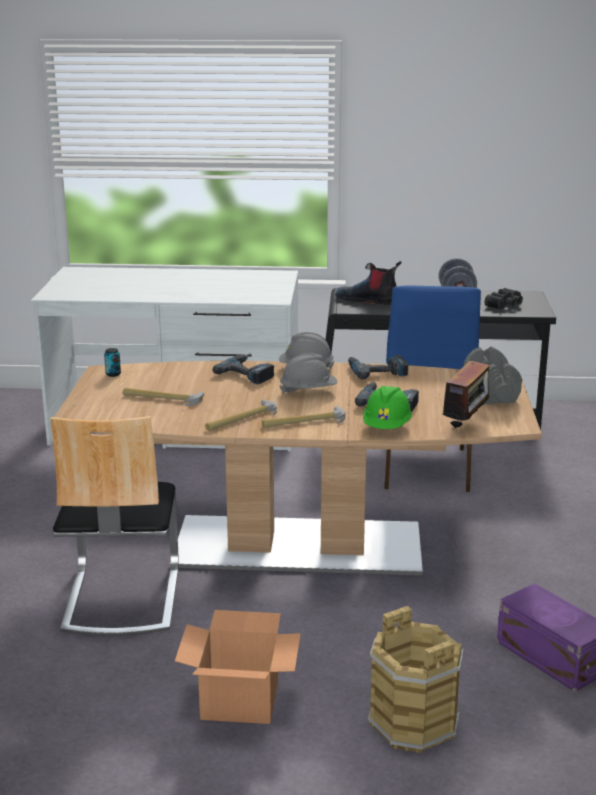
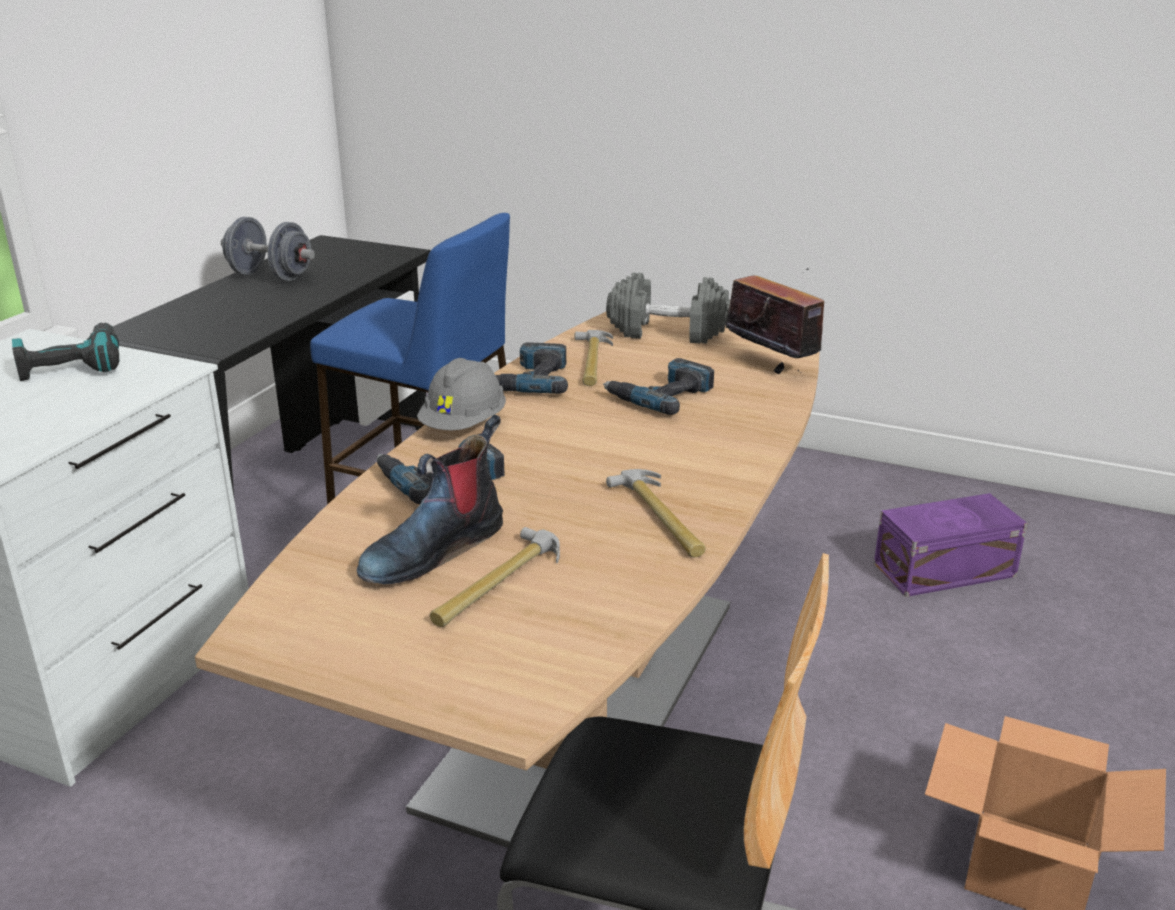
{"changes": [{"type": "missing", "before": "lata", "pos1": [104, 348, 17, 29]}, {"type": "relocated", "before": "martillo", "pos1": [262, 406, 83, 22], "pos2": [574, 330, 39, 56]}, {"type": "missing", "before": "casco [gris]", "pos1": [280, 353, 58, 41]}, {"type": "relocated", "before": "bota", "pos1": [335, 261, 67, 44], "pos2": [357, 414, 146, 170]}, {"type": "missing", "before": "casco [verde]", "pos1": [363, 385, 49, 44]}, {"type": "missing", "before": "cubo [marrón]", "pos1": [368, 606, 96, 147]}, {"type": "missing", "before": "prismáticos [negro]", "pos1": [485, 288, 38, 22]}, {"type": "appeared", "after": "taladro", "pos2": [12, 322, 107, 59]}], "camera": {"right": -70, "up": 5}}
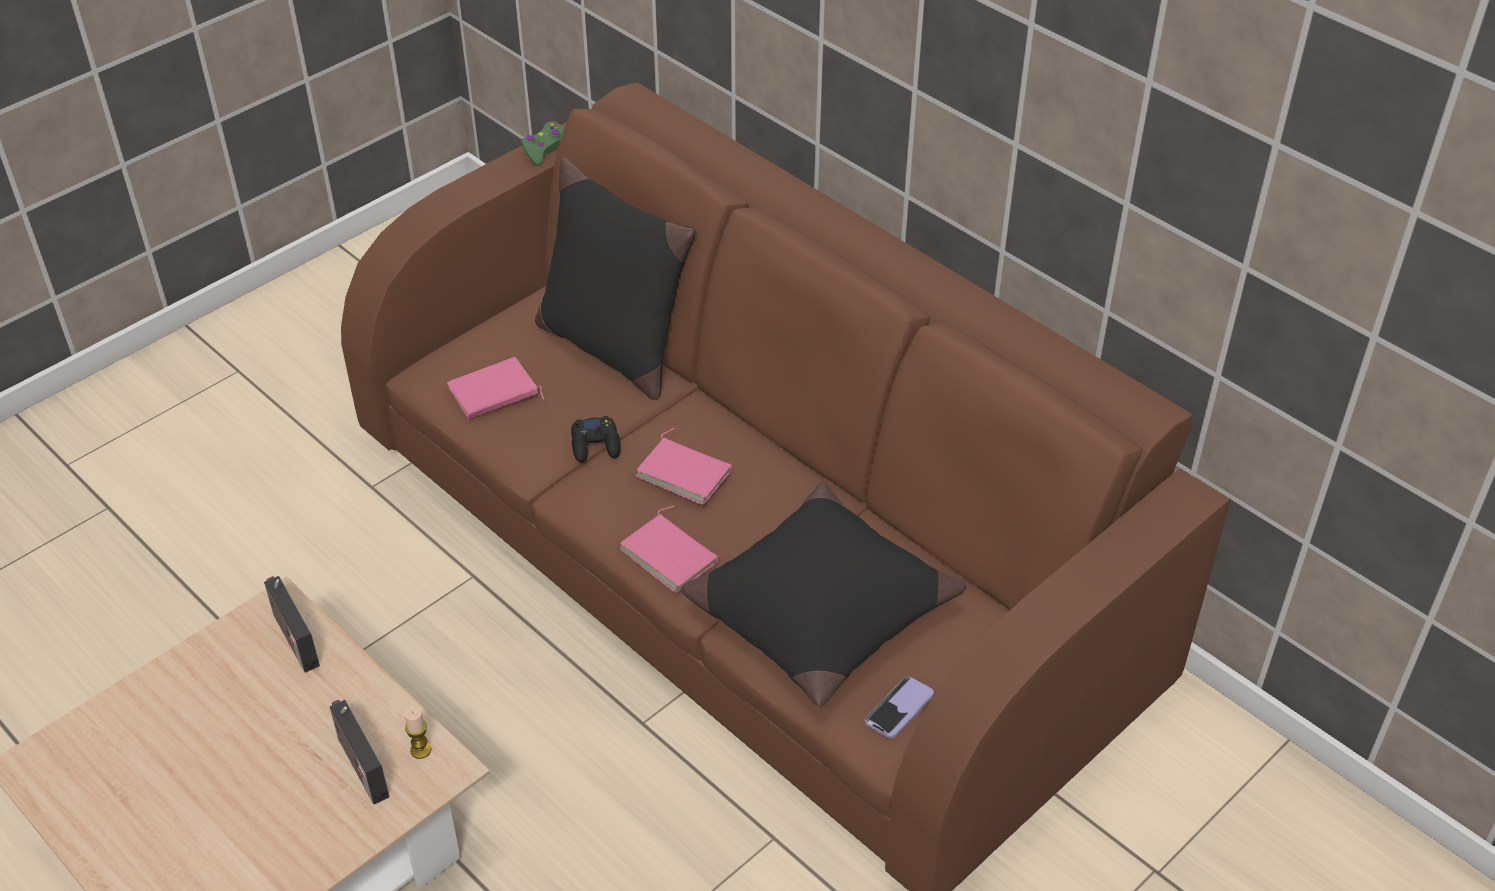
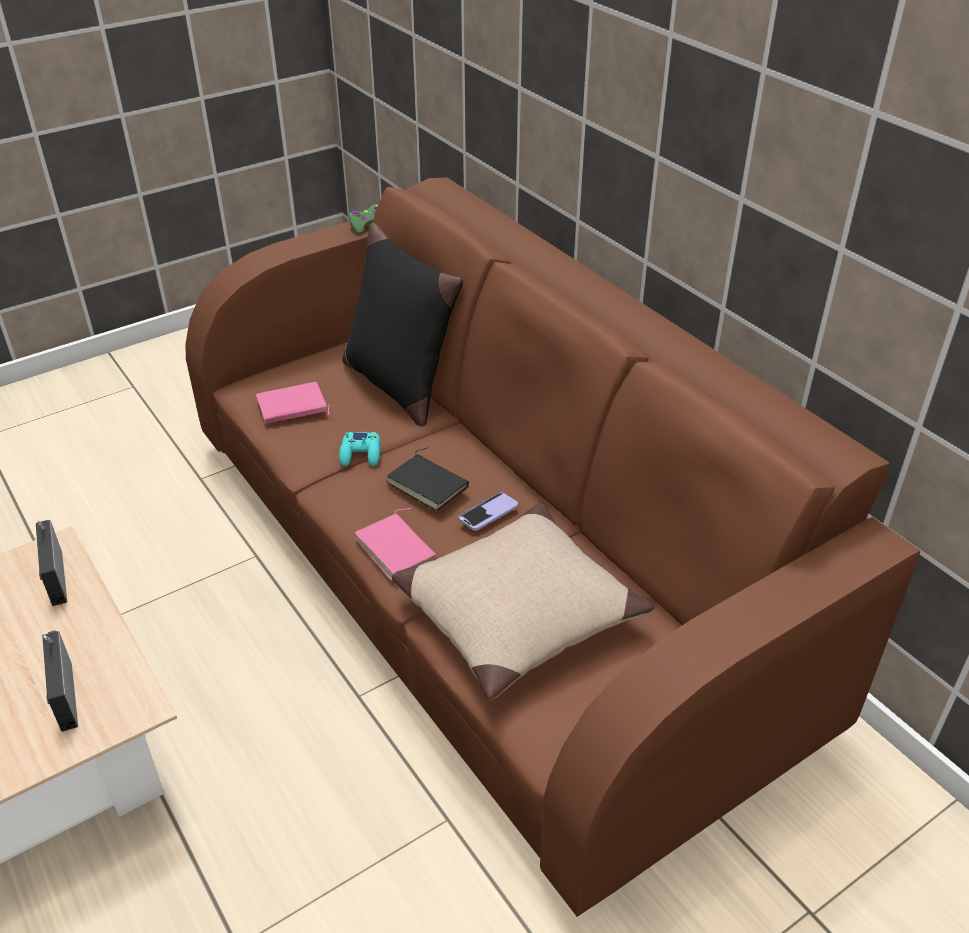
{"changes": [{"type": "missing", "before": "vela", "pos1": [404, 706, 28, 53]}, {"type": "colour", "before": "mando de consola [negro]", "after": "mando de consola [turquesa]", "pos1": [571, 416, 50, 47], "pos2": [339, 432, 41, 34]}, {"type": "colour", "before": "libro [rosa]", "after": "libro [negro]", "pos1": [636, 428, 96, 77], "pos2": [386, 448, 83, 63]}, {"type": "colour", "before": "cojín [negro]", "after": "cojín [beis]", "pos1": [681, 483, 286, 224], "pos2": [392, 503, 262, 197]}, {"type": "relocated", "before": "móvil", "pos1": [865, 677, 69, 61], "pos2": [459, 492, 59, 39]}], "camera": {"right": 10, "up": -5}}
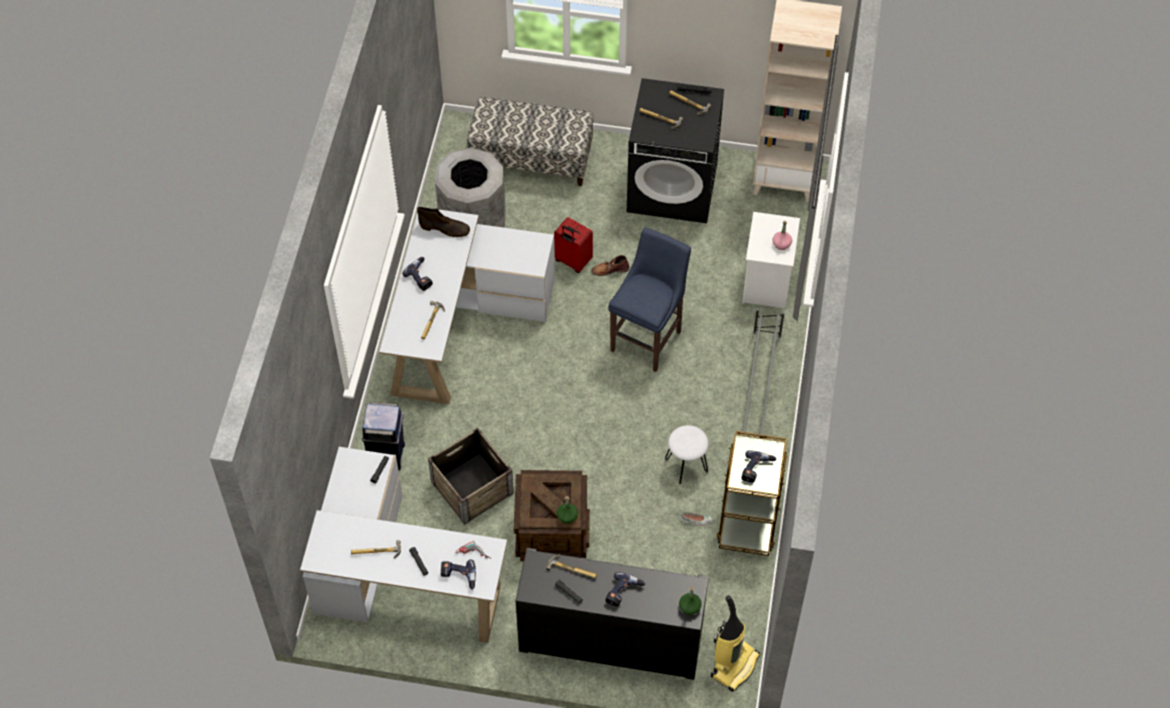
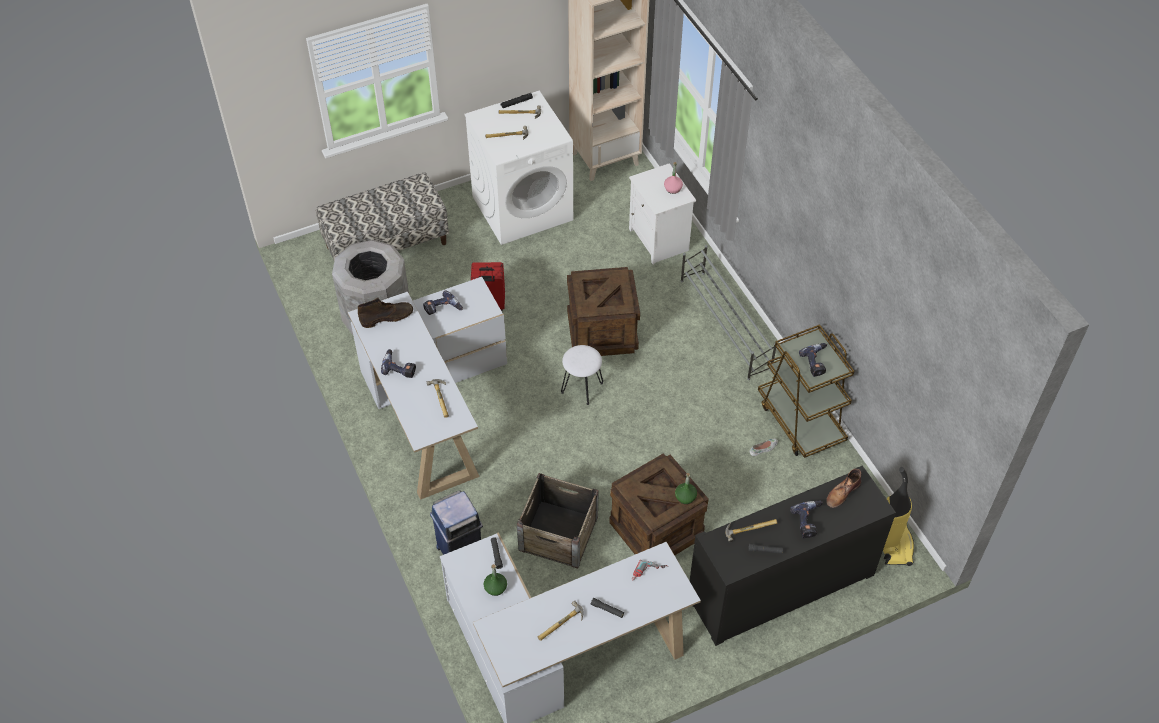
{"changes": [{"type": "relocated", "before": "taladro", "pos1": [441, 560, 35, 30], "pos2": [423, 291, 40, 24]}, {"type": "relocated", "before": "bota [marrón]", "pos1": [591, 255, 38, 21], "pos2": [826, 469, 35, 39]}, {"type": "exchanged", "before": "taburete [azul]", "after": "caja de embalaje", "pos1": [608, 227, 83, 145], "pos2": [567, 267, 73, 89]}, {"type": "colour", "before": "lavadora [negro]", "after": "lavadora [blanco]", "pos1": [627, 78, 97, 145], "pos2": [465, 91, 108, 154]}, {"type": "relocated", "before": "taburete [blanco]", "pos1": [665, 425, 44, 59], "pos2": [561, 345, 42, 60]}, {"type": "relocated", "before": "botella [verde]", "pos1": [679, 587, 23, 28], "pos2": [484, 564, 23, 32]}], "camera": {"right": -35, "up": -5}}
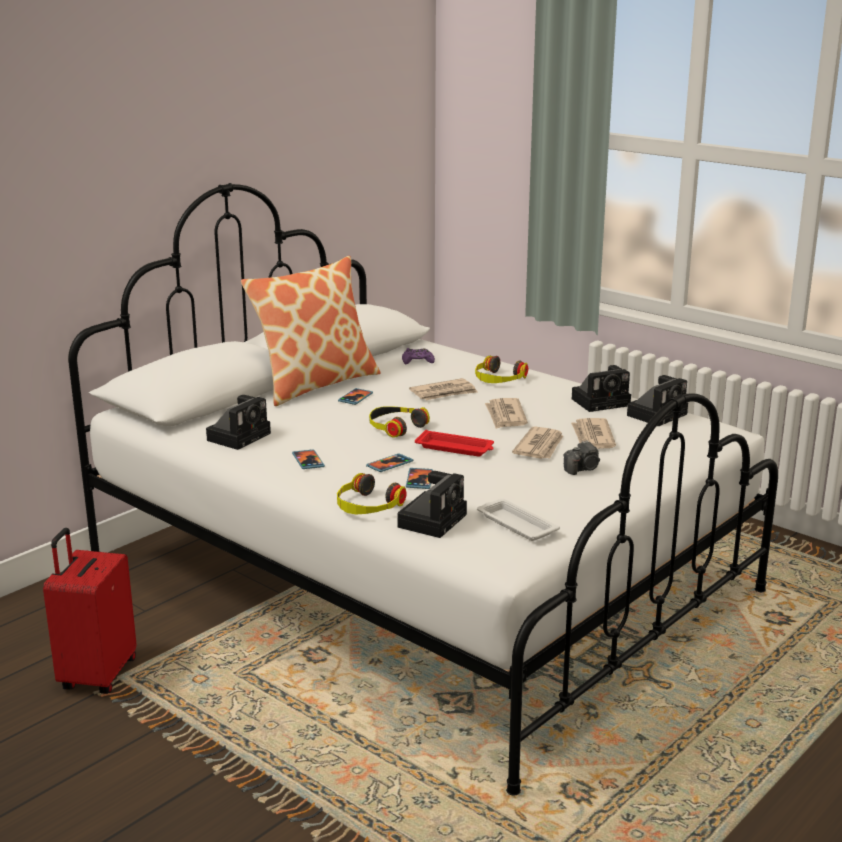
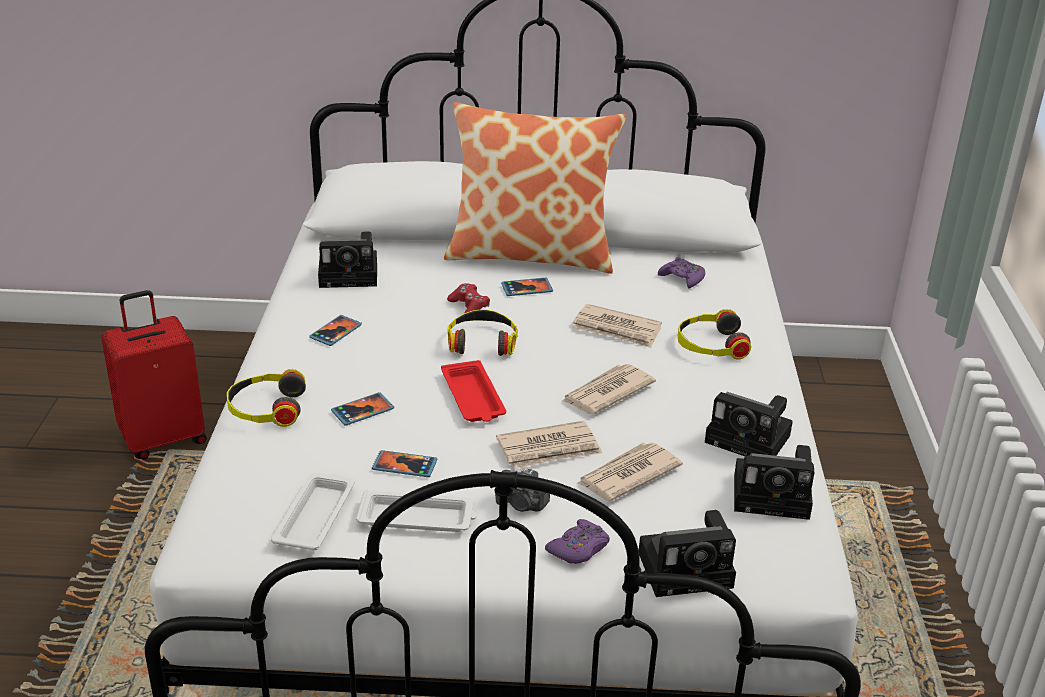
{"changes": [{"type": "relocated", "before": "móvil", "pos1": [366, 454, 47, 18], "pos2": [372, 450, 65, 27]}, {"type": "relocated", "before": "cámara", "pos1": [397, 471, 70, 67], "pos2": [639, 510, 97, 87]}, {"type": "appeared", "after": "bandeja [blanco]", "pos2": [356, 490, 121, 42]}, {"type": "appeared", "after": "mando de consola [rojo]", "pos2": [447, 283, 43, 30]}, {"type": "appeared", "after": "mando de consola [morado]", "pos2": [545, 519, 65, 45]}], "camera": {"right": 50, "up": 10}}
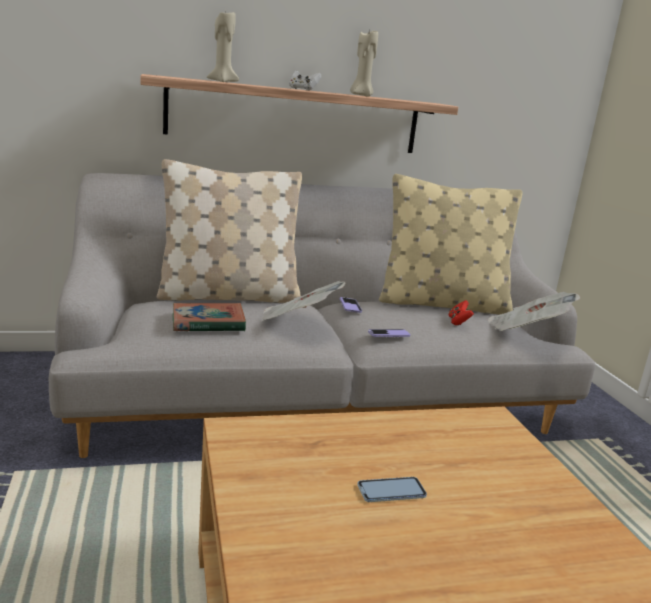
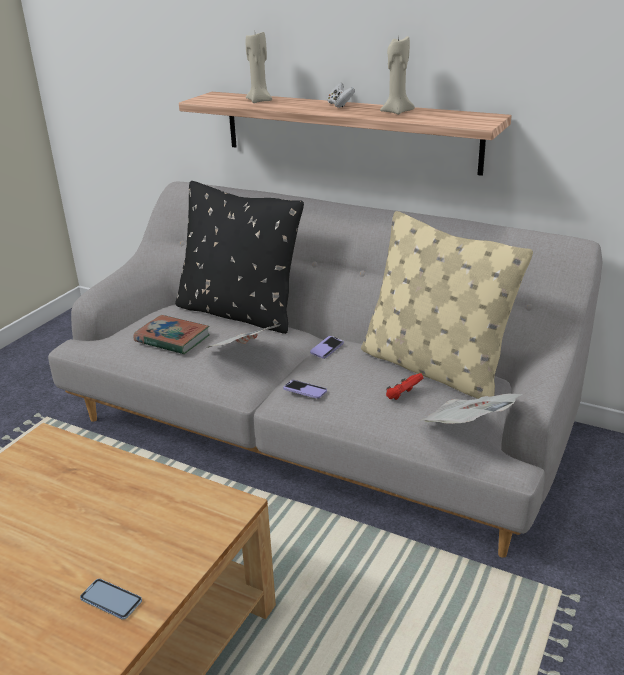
{"changes": [{"type": "colour", "before": "cojín [beis]", "after": "cojín [negro]", "pos1": [157, 159, 145, 144], "pos2": [175, 181, 129, 153]}, {"type": "relocated", "before": "móvil", "pos1": [357, 477, 70, 25], "pos2": [80, 579, 62, 41]}], "camera": {"right": 45, "up": 10}}
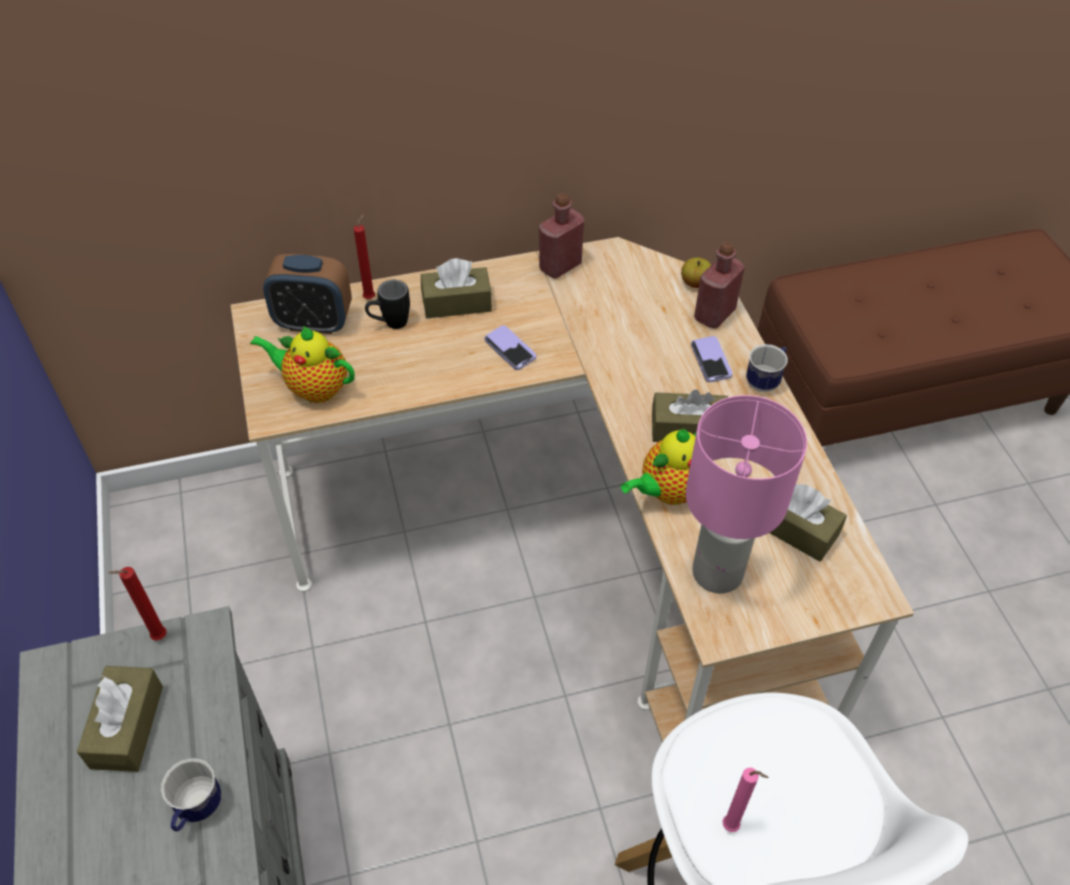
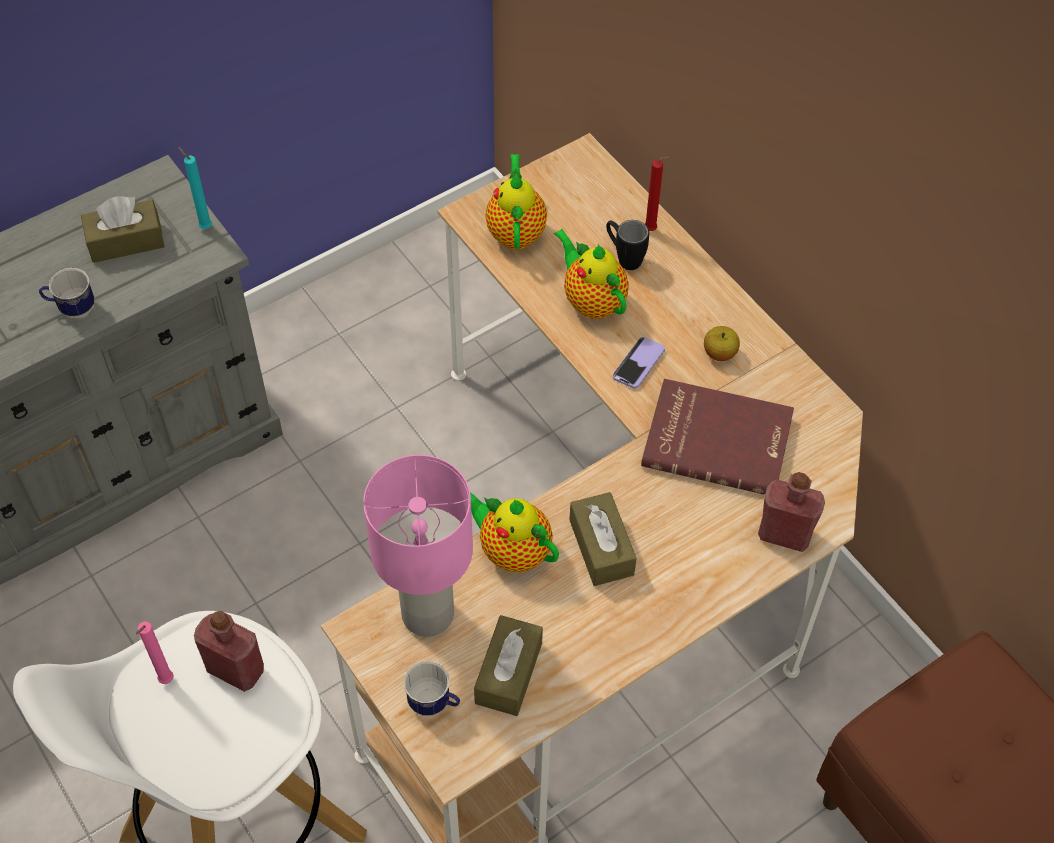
{"changes": [{"type": "colour", "before": "vela [rojo]", "after": "vela [turquesa]", "pos1": [108, 567, 59, 74], "pos2": [178, 147, 34, 82]}, {"type": "missing", "before": "despertador", "pos1": [263, 254, 89, 80]}, {"type": "missing", "before": "caja de pañuelos [marrón]", "pos1": [421, 258, 71, 61]}, {"type": "relocated", "before": "botella [rojo]", "pos1": [539, 193, 45, 86], "pos2": [194, 611, 70, 81]}, {"type": "relocated", "before": "manzana", "pos1": [681, 258, 30, 30], "pos2": [704, 326, 36, 35]}, {"type": "missing", "before": "móvil", "pos1": [691, 336, 41, 46]}, {"type": "relocated", "before": "taza grande", "pos1": [746, 344, 42, 48], "pos2": [404, 661, 56, 55]}, {"type": "appeared", "after": "tetera", "pos2": [554, 229, 75, 90]}, {"type": "appeared", "after": "libro [rojo]", "pos2": [641, 379, 153, 116]}], "camera": {"right": 70, "up": 5}}
